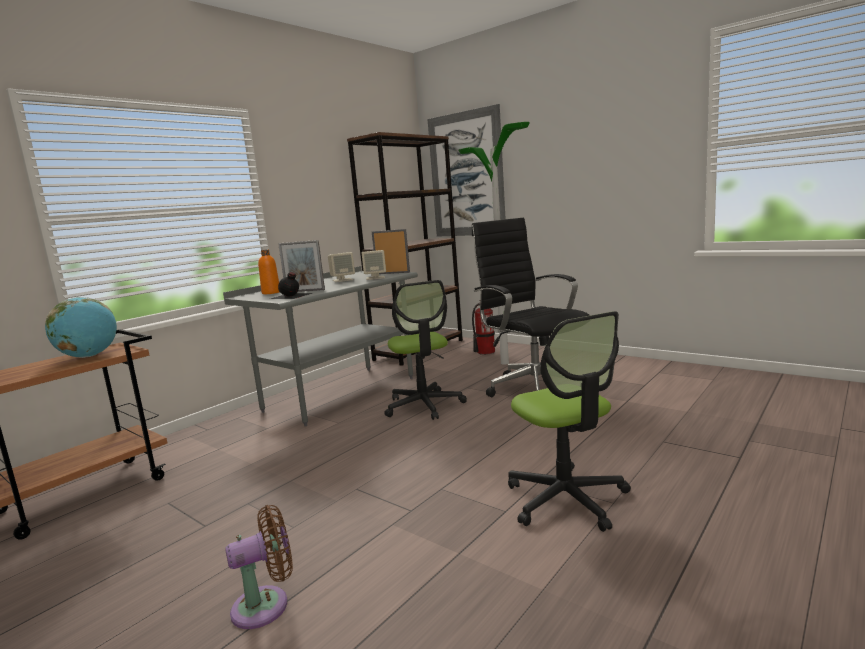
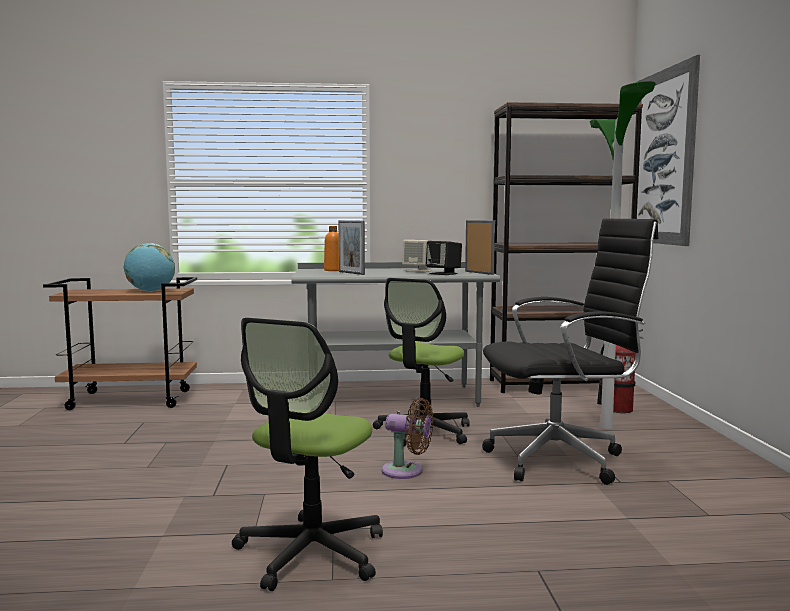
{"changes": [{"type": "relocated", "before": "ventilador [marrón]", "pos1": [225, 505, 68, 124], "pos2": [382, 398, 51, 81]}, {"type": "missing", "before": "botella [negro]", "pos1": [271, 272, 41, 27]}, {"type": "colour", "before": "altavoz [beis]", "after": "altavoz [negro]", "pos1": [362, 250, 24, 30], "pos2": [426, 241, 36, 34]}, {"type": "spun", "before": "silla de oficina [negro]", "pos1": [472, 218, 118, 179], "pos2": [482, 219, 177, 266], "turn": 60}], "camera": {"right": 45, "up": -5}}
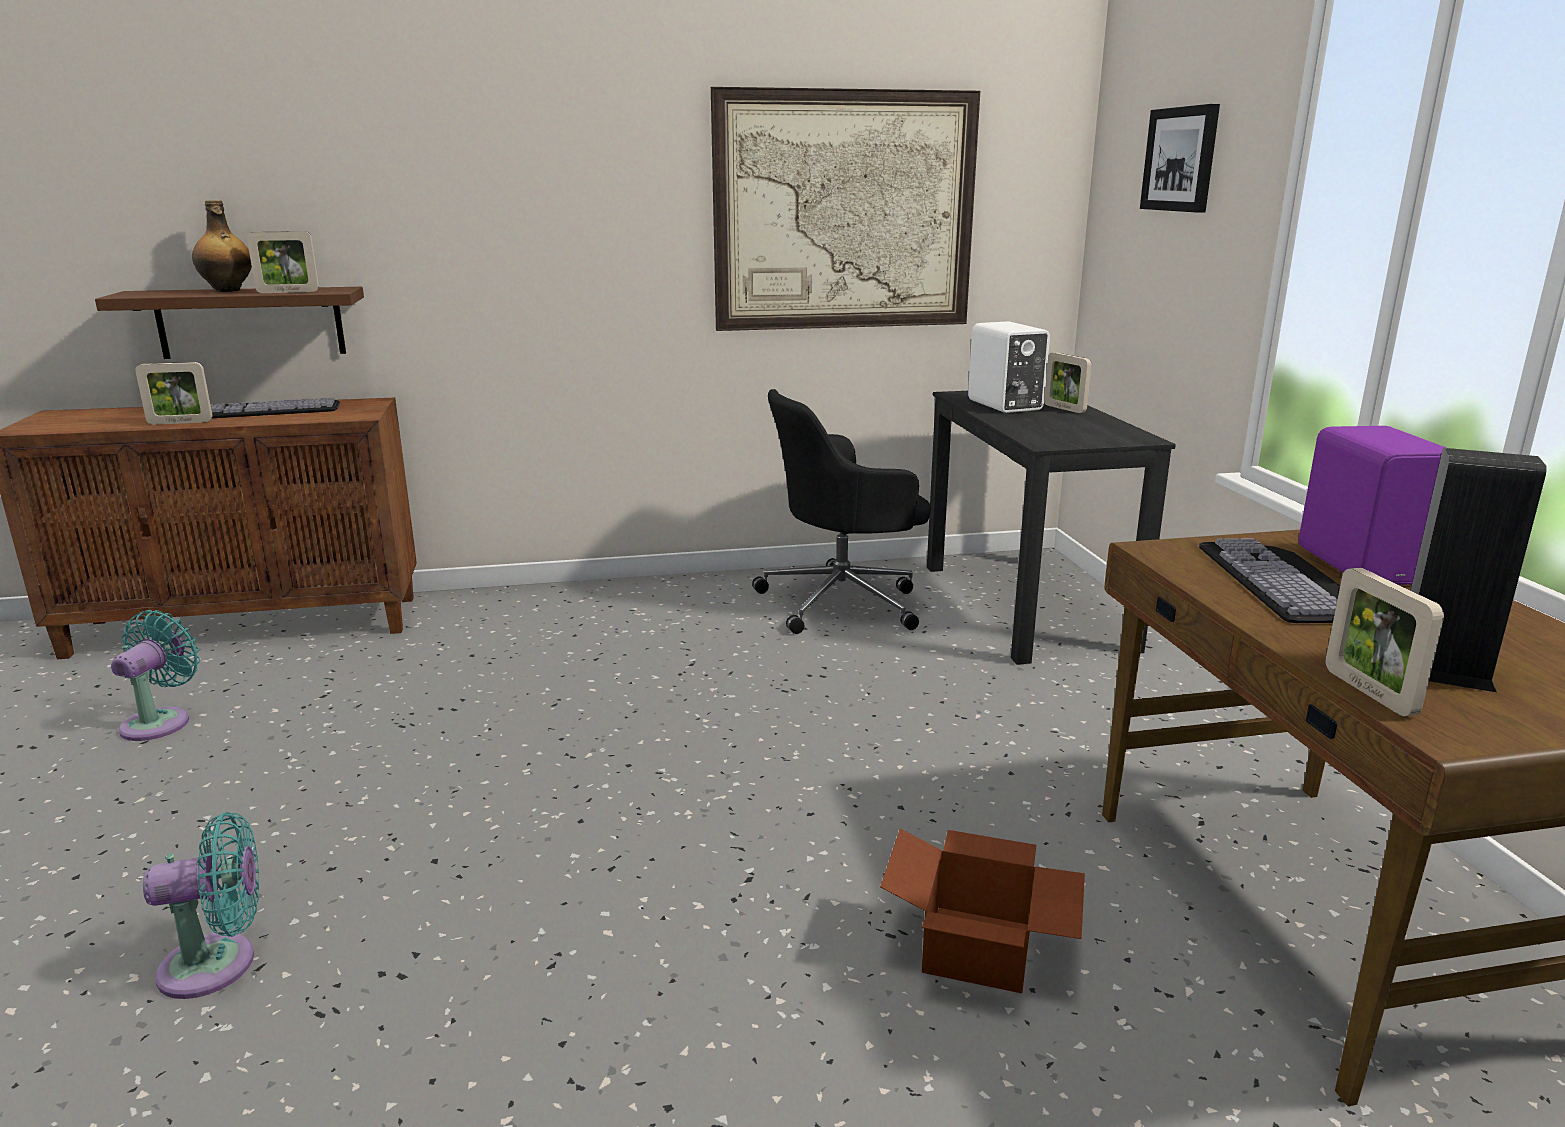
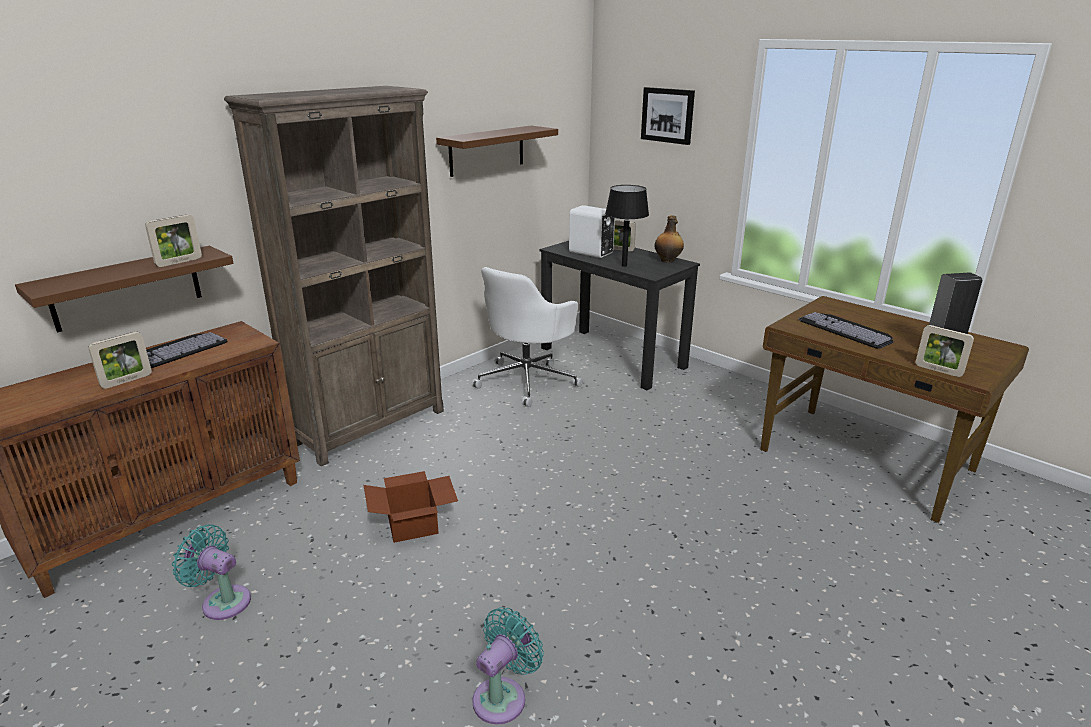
{"changes": [{"type": "spun", "before": "ventilador [turquesa]", "pos1": [111, 610, 89, 131], "pos2": [172, 525, 79, 95], "turn": -45}, {"type": "relocated", "before": "botella", "pos1": [192, 200, 60, 92], "pos2": [654, 215, 30, 48]}, {"type": "exchanged", "before": "cuadro", "after": "estante [marrón]", "pos1": [711, 87, 269, 244], "pos2": [436, 126, 122, 51]}, {"type": "colour", "before": "silla de oficina [negro]", "after": "silla de oficina [blanco]", "pos1": [752, 389, 179, 245], "pos2": [472, 267, 111, 140]}, {"type": "relocated", "before": "caja de cartón", "pos1": [880, 829, 205, 164], "pos2": [364, 471, 94, 72]}, {"type": "missing", "before": "altavoz [morado]", "pos1": [1299, 426, 148, 159]}, {"type": "appeared", "after": "estantería [marrón]", "pos2": [224, 86, 220, 380]}, {"type": "appeared", "after": "lámpara de mesa [negro]", "pos2": [605, 185, 44, 82]}], "camera": {"right": -35, "up": 5}}
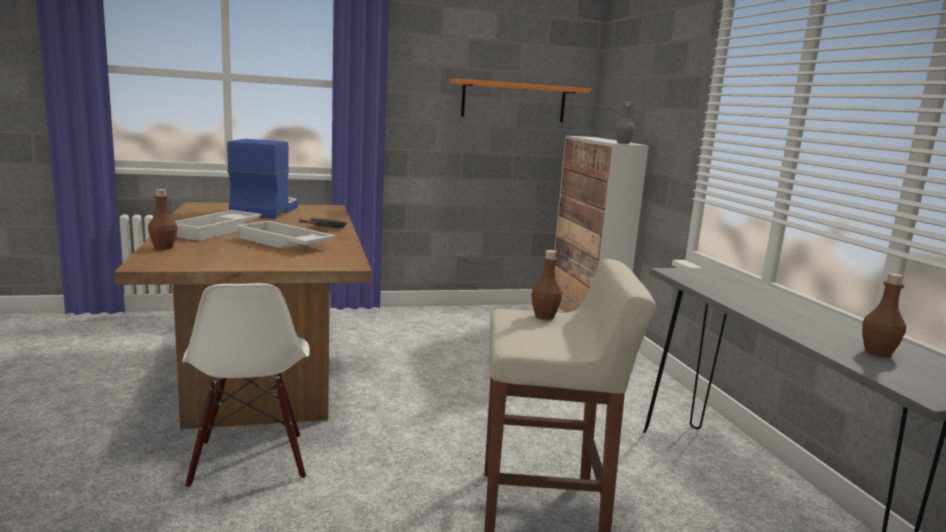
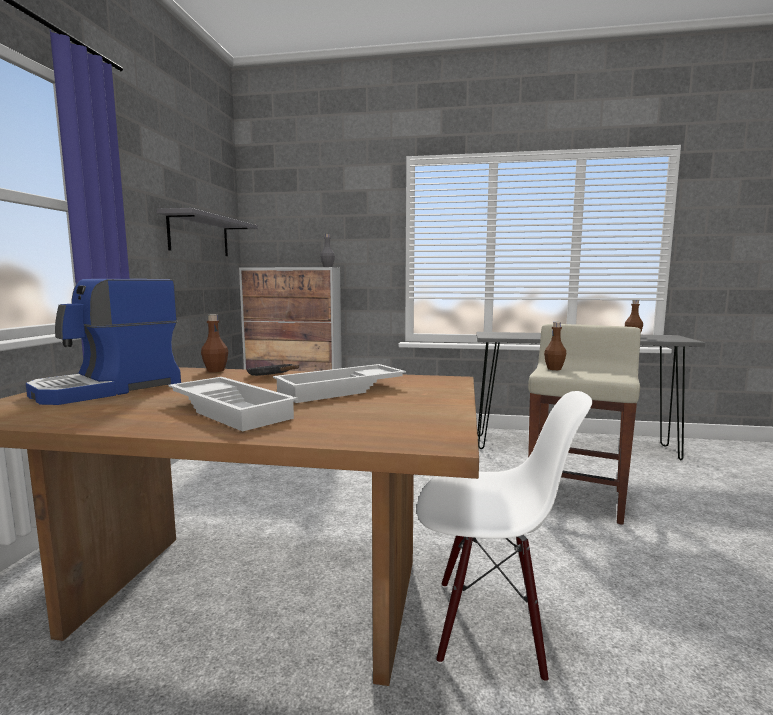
{"changes": [{"type": "relocated", "before": "botella [marrón]", "pos1": [148, 189, 30, 61], "pos2": [201, 314, 27, 58]}, {"type": "spun", "before": "cafetera", "pos1": [227, 139, 71, 80], "pos2": [26, 279, 155, 126], "turn": -75}, {"type": "colour", "before": "estante [naranja]", "after": "estante [gris]", "pos1": [450, 79, 141, 43], "pos2": [157, 208, 101, 48]}], "camera": {"right": -65, "up": -5}}
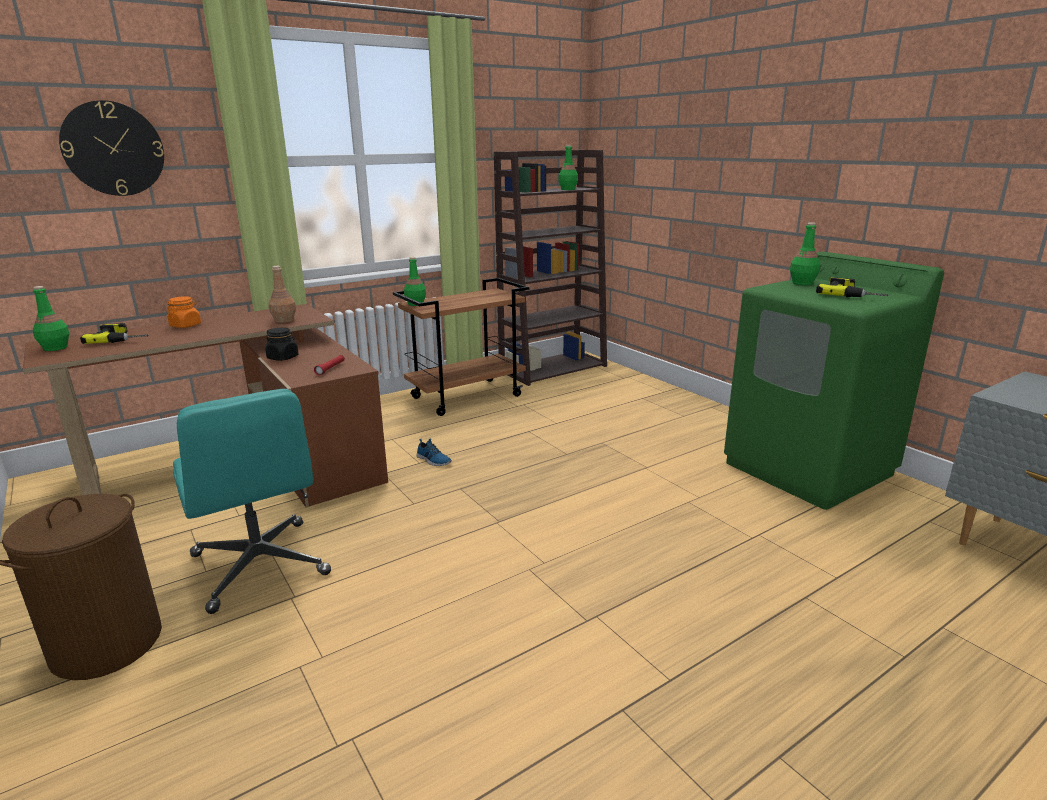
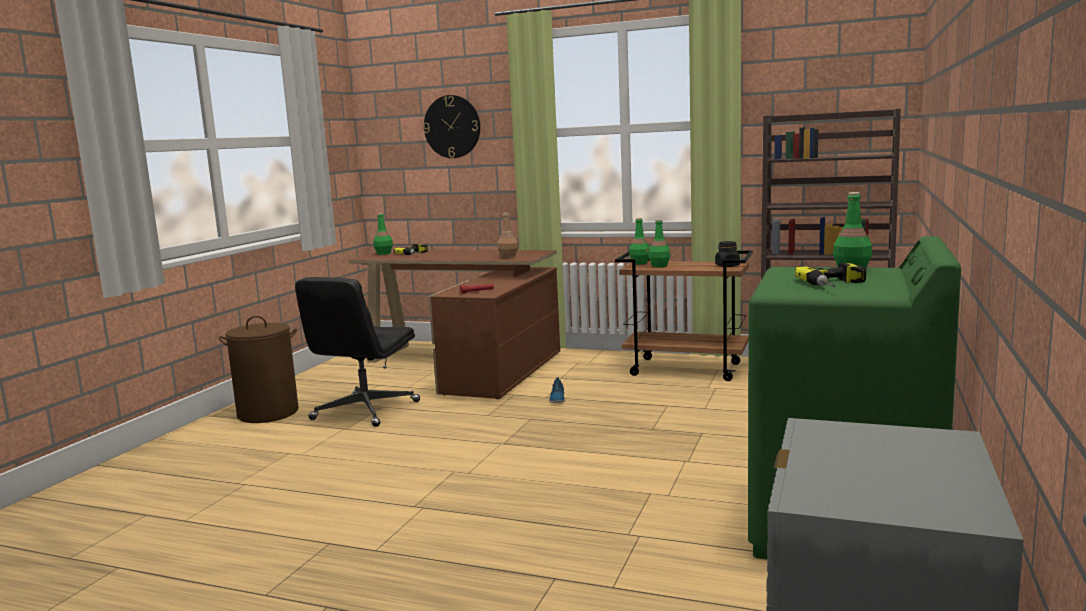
{"changes": [{"type": "missing", "before": "tarro [naranja]", "pos1": [167, 296, 34, 32]}, {"type": "colour", "before": "silla de oficina [turquesa]", "after": "silla de oficina [negro]", "pos1": [173, 389, 158, 225], "pos2": [295, 277, 125, 150]}, {"type": "relocated", "before": "tarro [negro]", "pos1": [265, 327, 34, 34], "pos2": [715, 241, 25, 26]}, {"type": "relocated", "before": "botella [verde]", "pos1": [558, 145, 20, 45], "pos2": [649, 219, 22, 48]}], "camera": {"right": 55, "up": -10}}
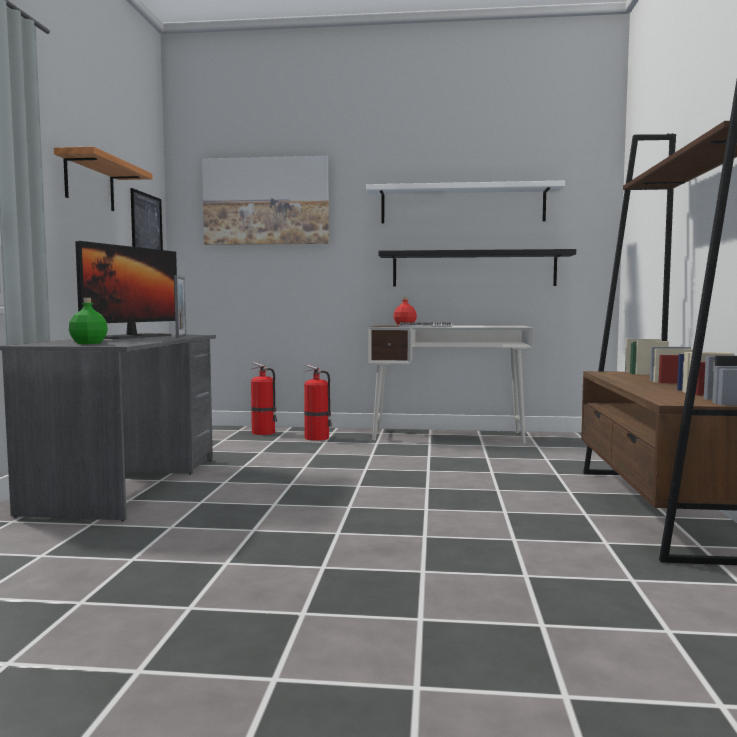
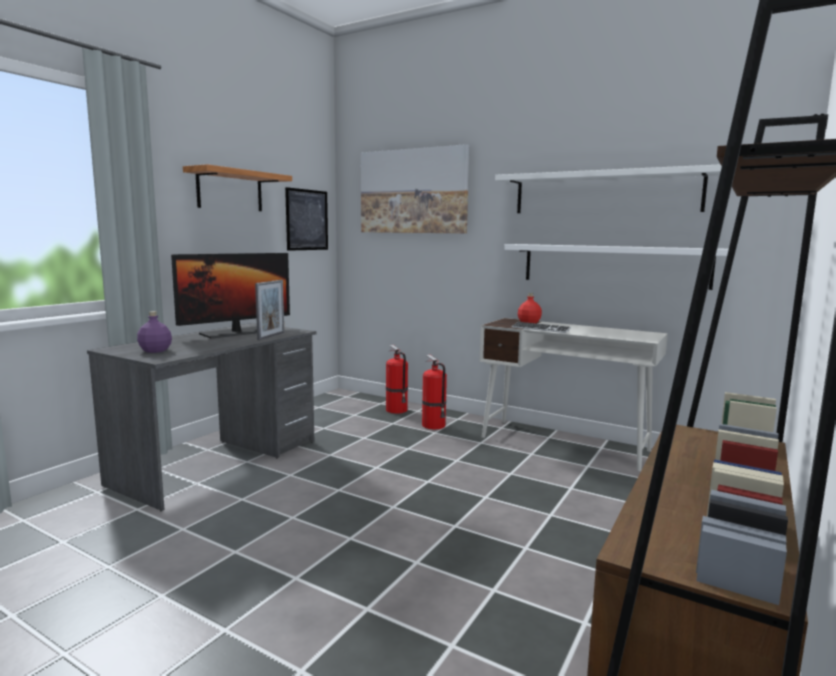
{"changes": [{"type": "colour", "before": "botella [verde]", "after": "botella [morado]", "pos1": [69, 298, 39, 46], "pos2": [137, 311, 35, 42]}, {"type": "colour", "before": "estante [negro]", "after": "estante [blanco]", "pos1": [378, 249, 198, 38], "pos2": [504, 244, 225, 46]}], "camera": {"right": 25, "up": 5}}
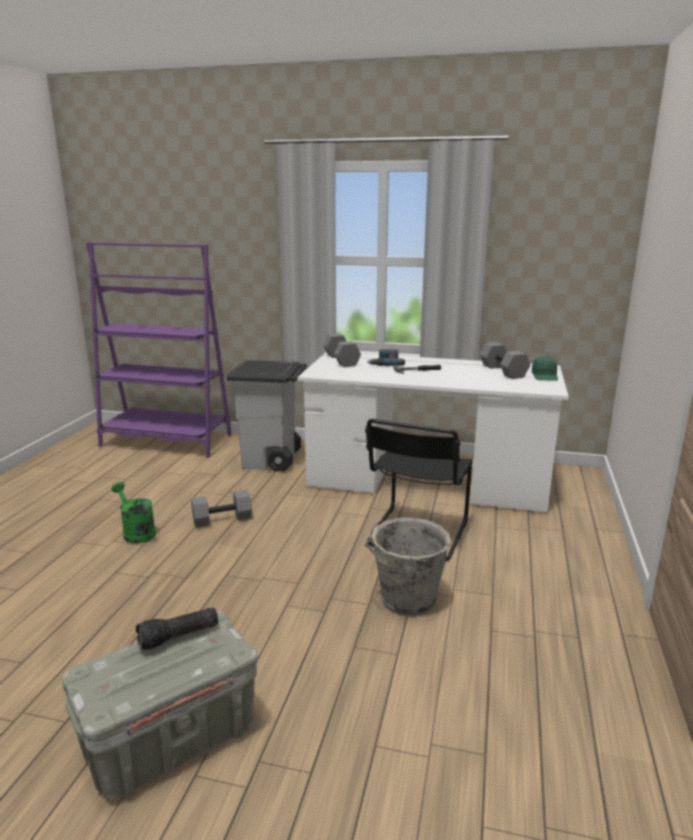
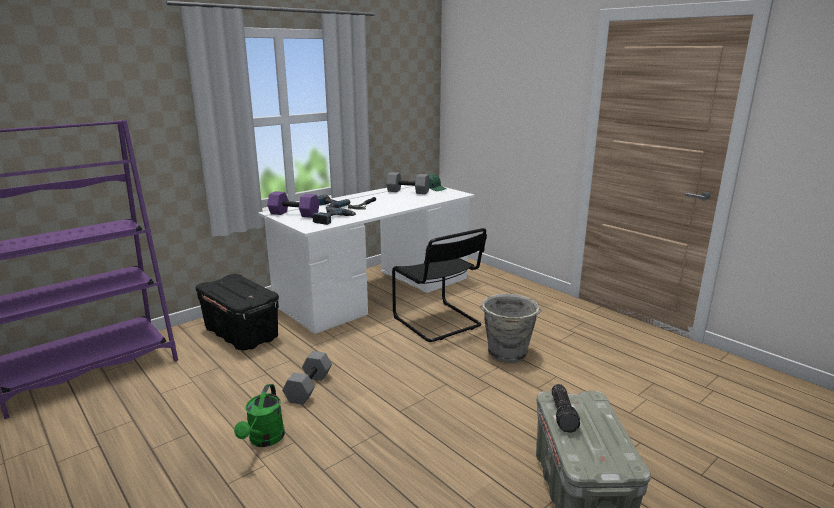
{"changes": [{"type": "spun", "before": "regadera [verde]", "pos1": [111, 482, 45, 62], "pos2": [234, 384, 51, 63], "turn": -75}, {"type": "exchanged", "before": "papelera [gris]", "after": "caja de almacenaje [negro]", "pos1": [227, 360, 80, 112], "pos2": [196, 274, 83, 76]}, {"type": "colour", "before": "mancuerna [gris]", "after": "mancuerna [morado]", "pos1": [323, 333, 38, 34], "pos2": [267, 191, 52, 27]}, {"type": "appeared", "after": "taladro", "pos2": [312, 207, 44, 18]}], "camera": {"right": -55, "up": 0}}
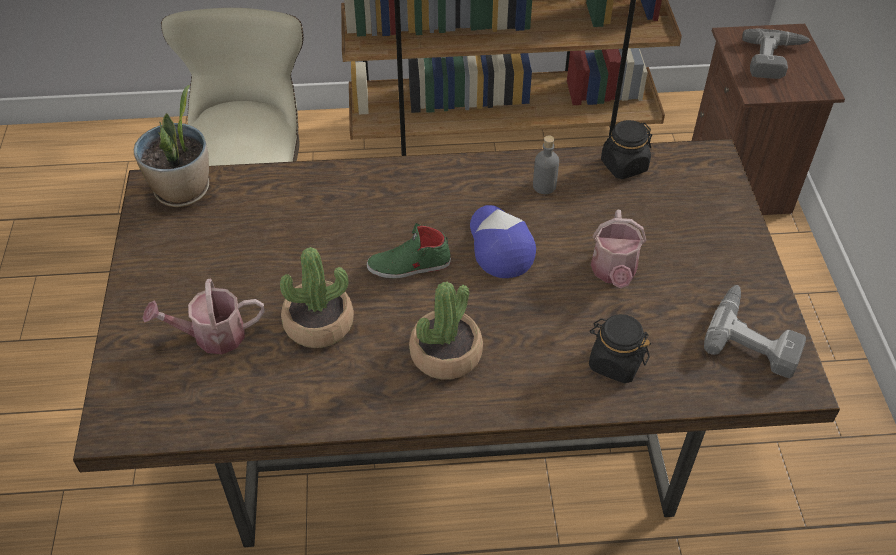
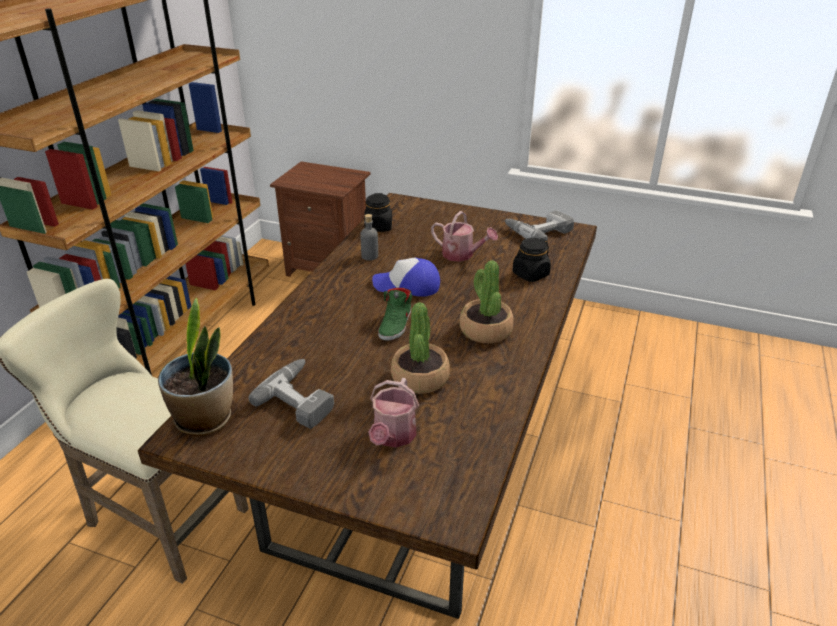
{"changes": [{"type": "relocated", "before": "taladro", "pos1": [742, 29, 68, 50], "pos2": [249, 359, 85, 70]}], "camera": {"right": -65, "up": -15}}
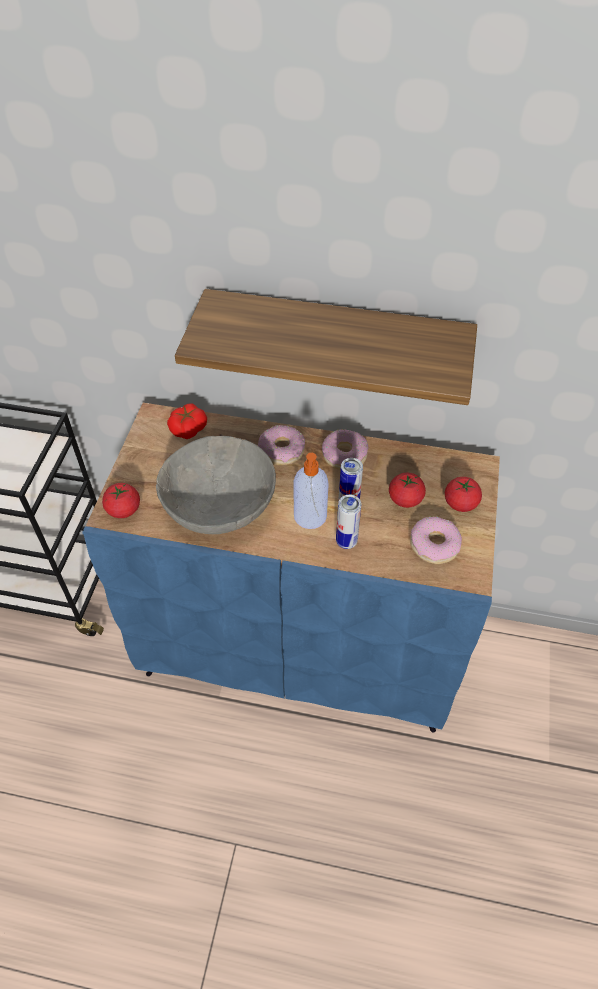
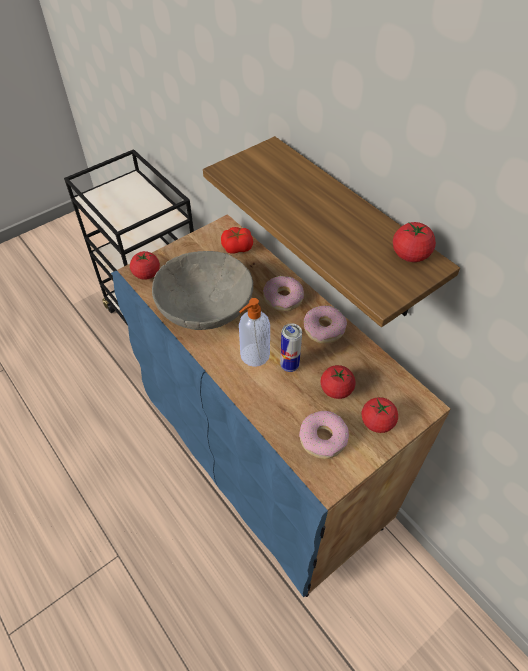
{"changes": [{"type": "missing", "before": "lata", "pos1": [336, 495, 25, 54]}, {"type": "appeared", "after": "tomate", "pos2": [393, 222, 43, 40]}], "camera": {"right": 40, "up": 0}}
